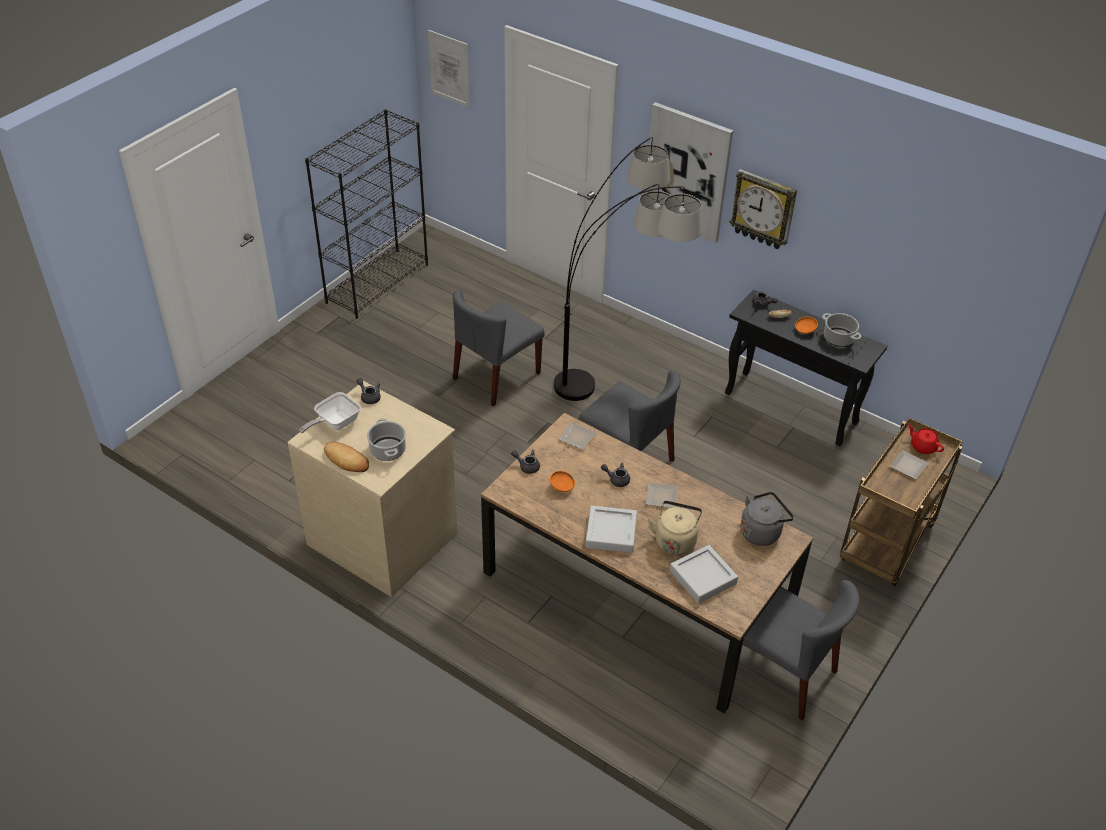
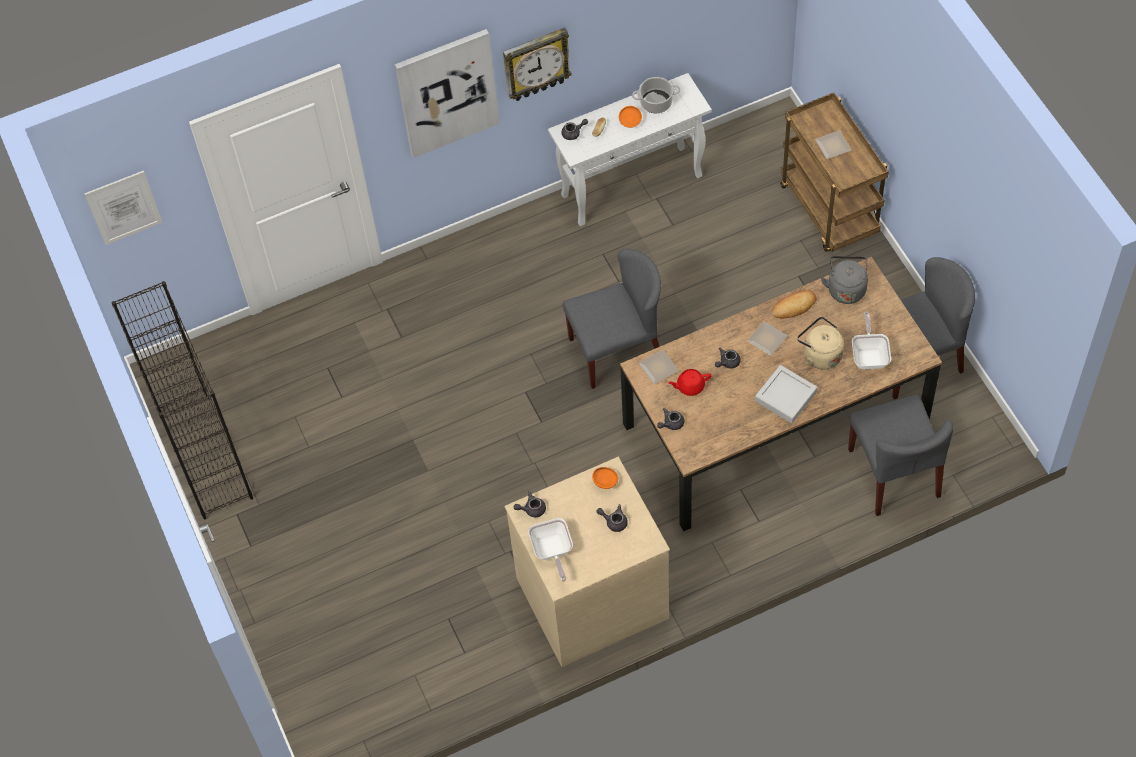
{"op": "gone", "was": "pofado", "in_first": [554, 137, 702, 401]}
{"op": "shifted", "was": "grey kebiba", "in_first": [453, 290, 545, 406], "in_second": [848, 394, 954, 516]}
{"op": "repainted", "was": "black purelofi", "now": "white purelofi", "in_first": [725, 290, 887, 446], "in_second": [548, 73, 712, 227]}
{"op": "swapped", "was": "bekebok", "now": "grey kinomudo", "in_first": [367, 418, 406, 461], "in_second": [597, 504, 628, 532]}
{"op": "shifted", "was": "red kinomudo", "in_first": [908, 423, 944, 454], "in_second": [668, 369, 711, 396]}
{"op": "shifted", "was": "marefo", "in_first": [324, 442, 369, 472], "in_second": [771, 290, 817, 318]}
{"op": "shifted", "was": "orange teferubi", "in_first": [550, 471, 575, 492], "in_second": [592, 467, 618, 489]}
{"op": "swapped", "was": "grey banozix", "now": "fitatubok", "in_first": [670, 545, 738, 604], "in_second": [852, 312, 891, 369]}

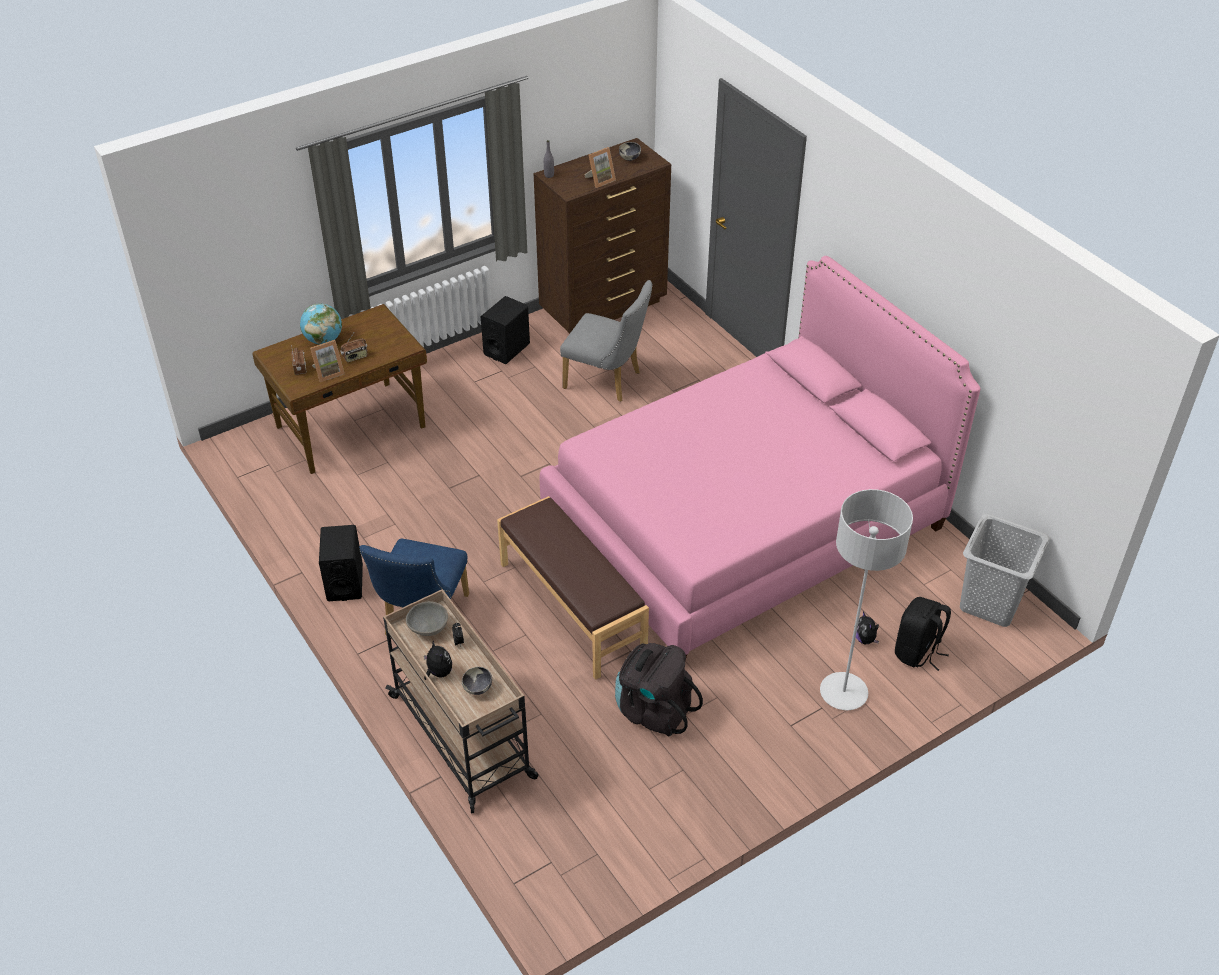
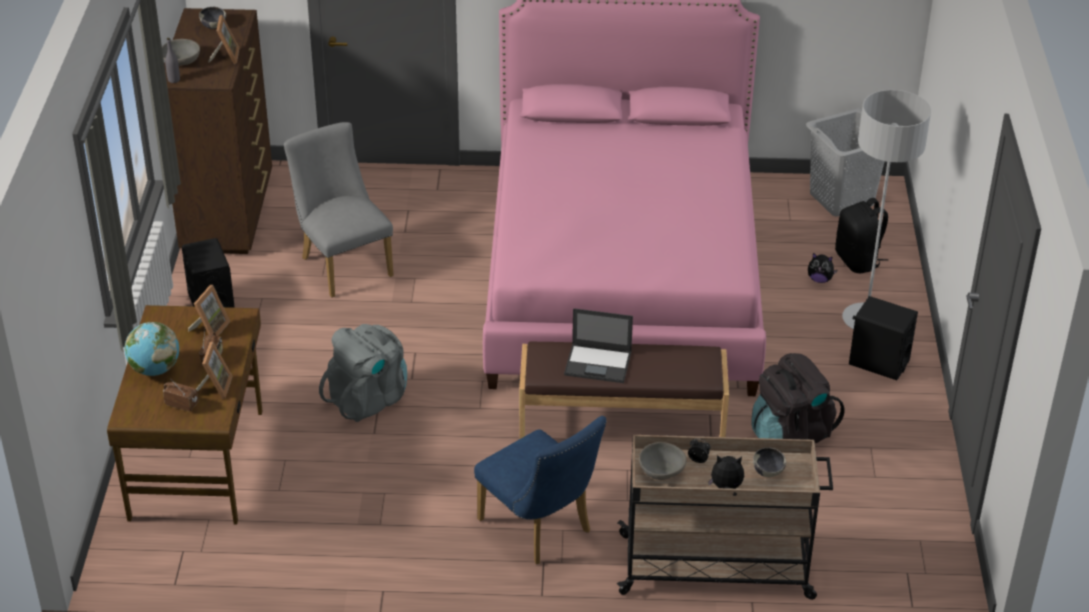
{"op": "rotated", "was": "grey kebiba", "in_first": [560, 280, 653, 402], "in_second": [284, 122, 394, 298], "clockwise": -90}
{"op": "shifted", "was": "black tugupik", "in_first": [319, 525, 363, 601], "in_second": [849, 296, 918, 380]}
{"op": "new", "now": "grey teferubi", "in_second": [162, 39, 200, 66]}
{"op": "new", "now": "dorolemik", "in_second": [188, 285, 230, 336]}
{"op": "new", "now": "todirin", "in_second": [564, 308, 633, 383]}
{"op": "new", "now": "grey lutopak", "in_second": [319, 324, 407, 422]}

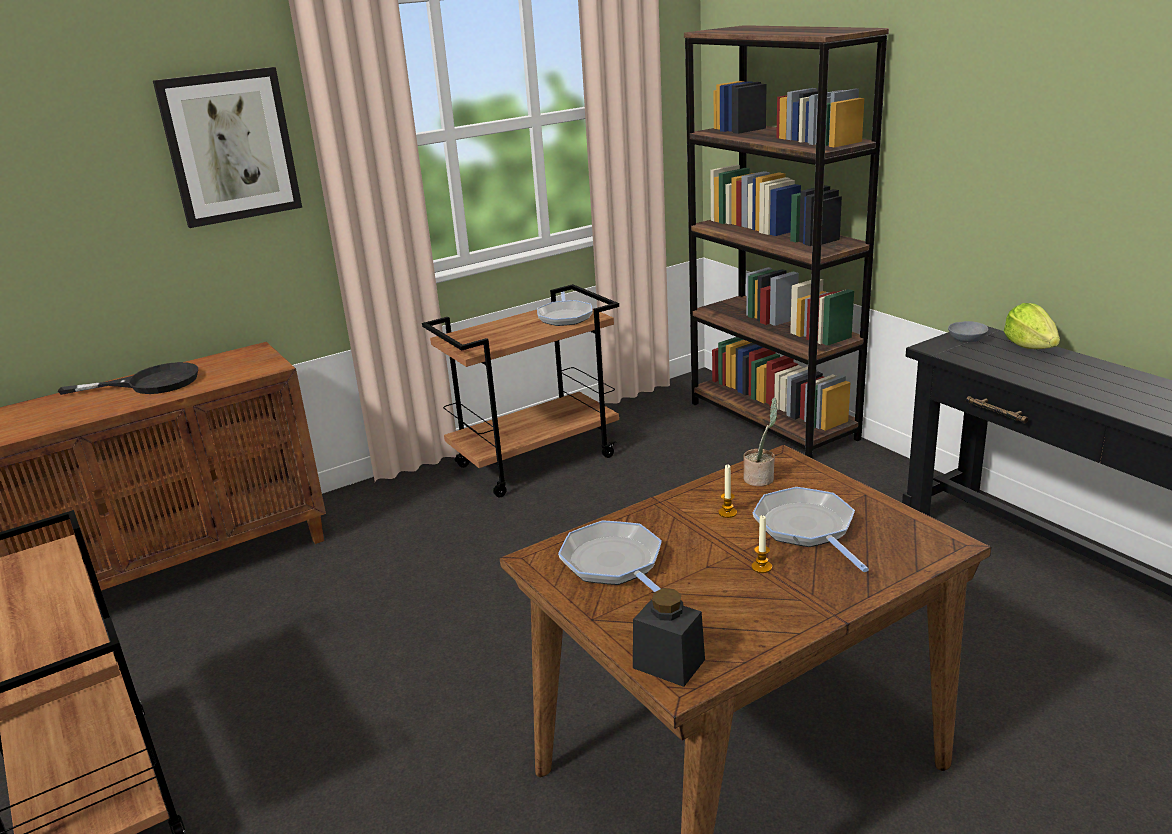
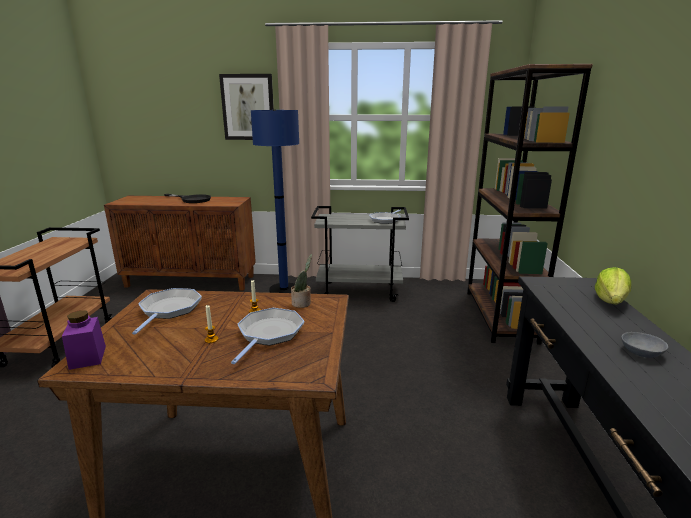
{"op": "repainted", "was": "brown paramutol", "now": "grey paramutol", "in_first": [422, 284, 619, 497], "in_second": [311, 206, 409, 302]}
{"op": "shifted", "was": "grey teferubi", "in_first": [948, 321, 988, 342], "in_second": [621, 332, 668, 358]}
{"op": "repainted", "was": "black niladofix", "now": "purple niladofix", "in_first": [633, 588, 705, 687], "in_second": [62, 310, 106, 370]}
{"op": "new", "now": "blue pofado", "in_second": [251, 109, 299, 293]}

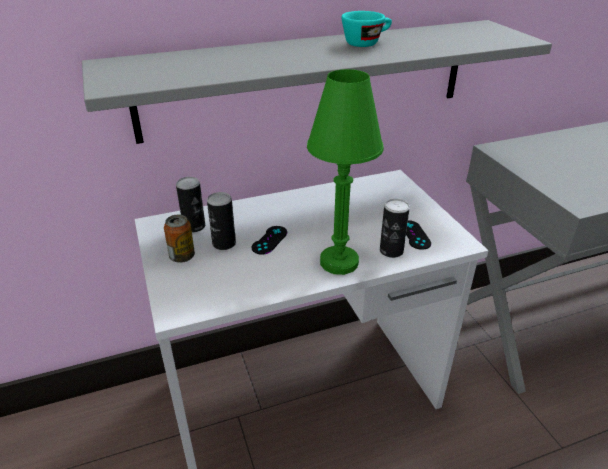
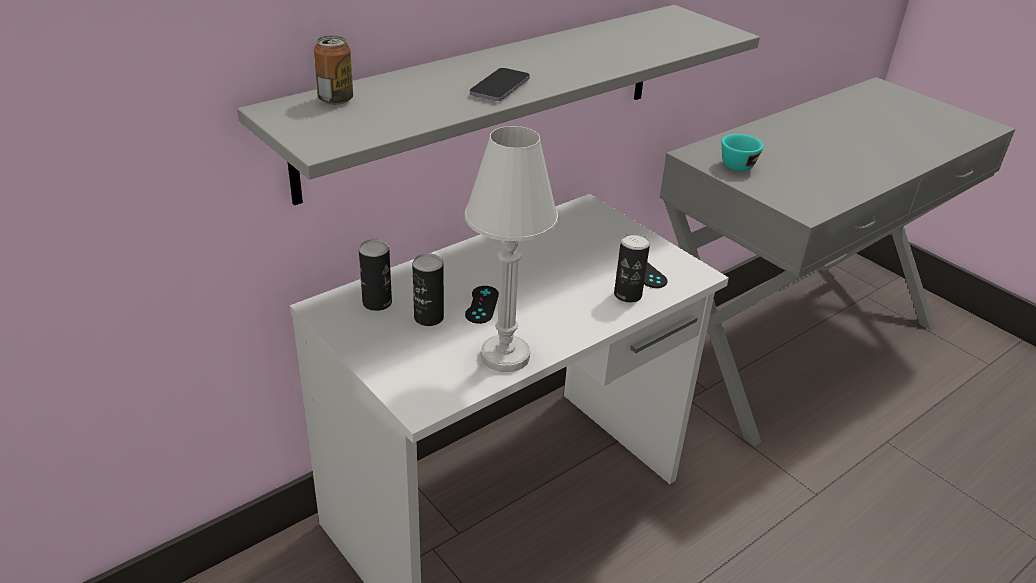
{"op": "shifted", "was": "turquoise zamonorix", "in_first": [341, 11, 392, 47], "in_second": [721, 134, 764, 171]}
{"op": "gone", "was": "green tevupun", "in_first": [307, 69, 384, 275]}
{"op": "shifted", "was": "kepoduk", "in_first": [164, 215, 195, 263], "in_second": [314, 36, 353, 105]}
{"op": "new", "now": "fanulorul", "in_second": [470, 68, 530, 101]}
{"op": "new", "now": "white tevupun", "in_second": [465, 126, 558, 372]}

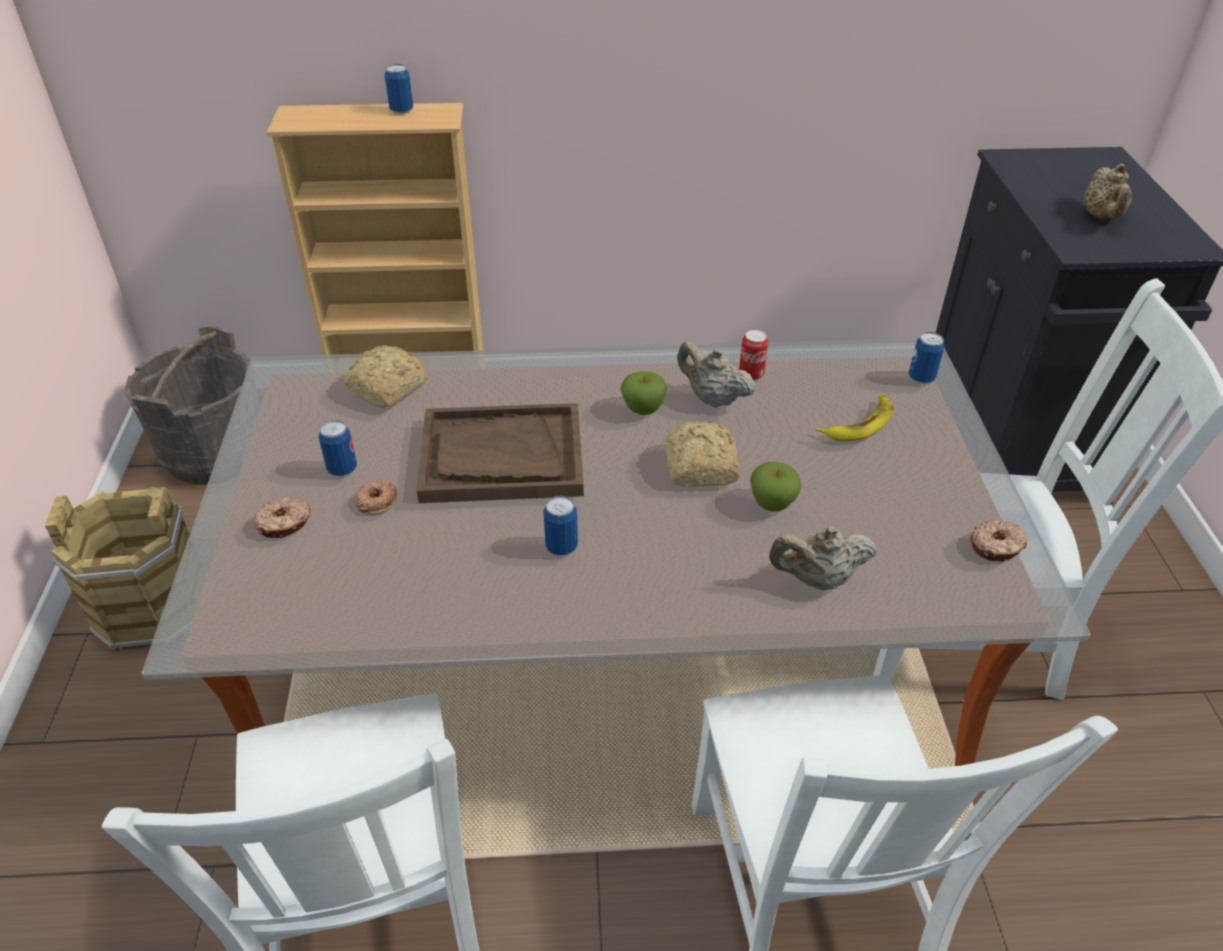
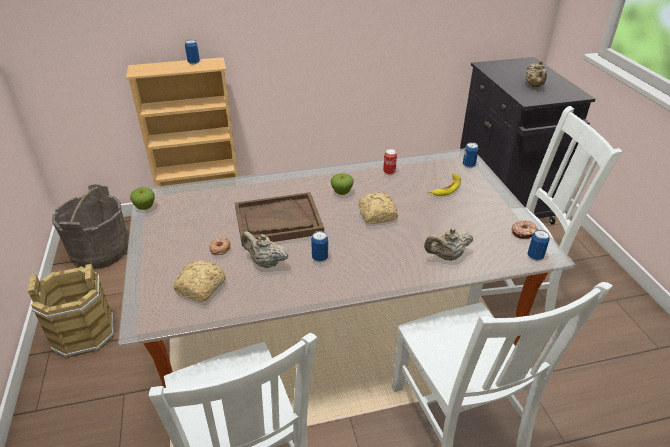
{"op": "shifted", "was": "beige kinomudo", "in_first": [677, 341, 756, 408], "in_second": [241, 231, 289, 268]}
{"op": "shifted", "was": "marefo", "in_first": [344, 345, 428, 408], "in_second": [173, 260, 226, 302]}
{"op": "shifted", "was": "kepoduk", "in_first": [319, 420, 357, 476], "in_second": [527, 230, 550, 260]}
{"op": "shifted", "was": "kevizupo", "in_first": [750, 462, 801, 511], "in_second": [130, 187, 155, 210]}
{"op": "gone", "was": "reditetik", "in_first": [254, 497, 310, 538]}

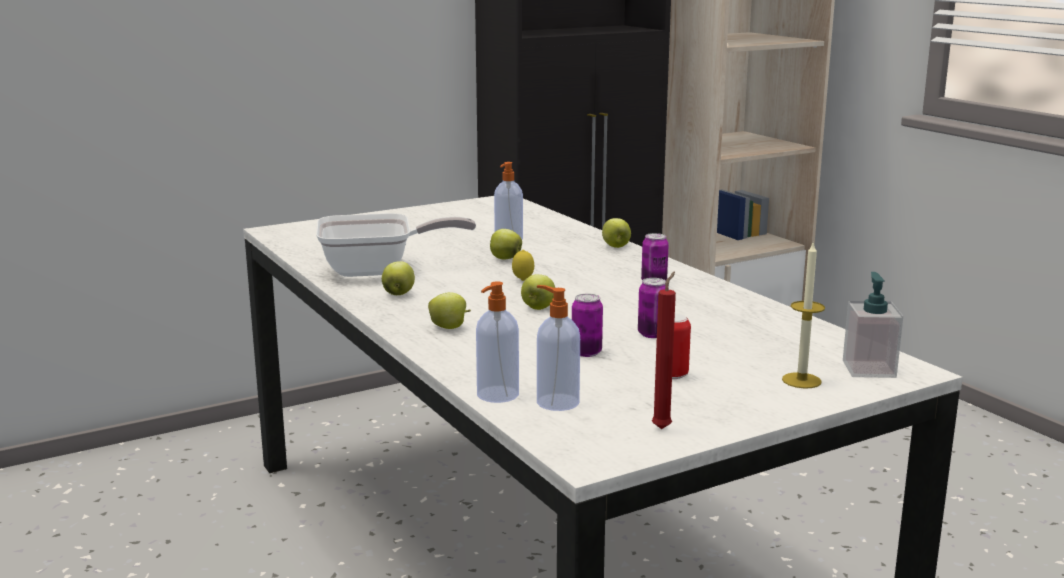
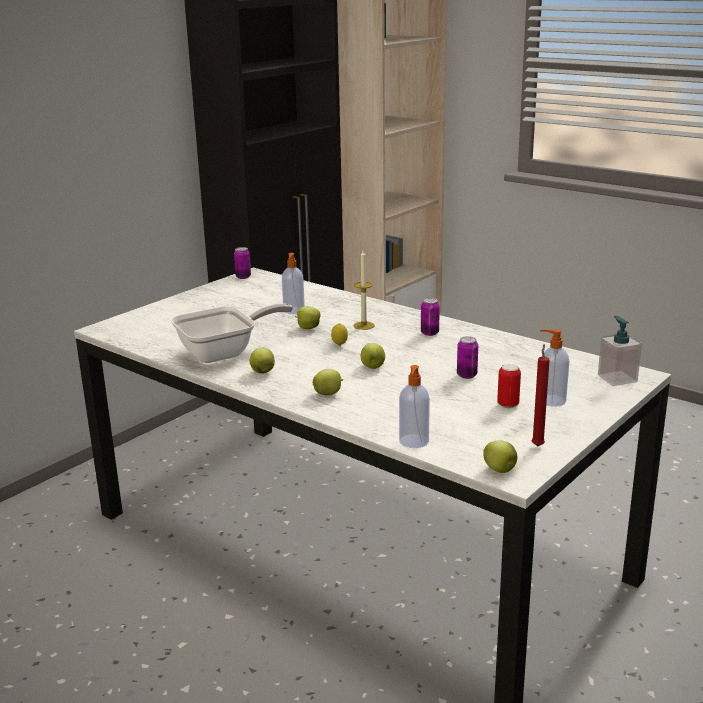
{"op": "shifted", "was": "kevizupo", "in_first": [602, 218, 631, 248], "in_second": [483, 440, 518, 473]}
{"op": "shifted", "was": "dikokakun", "in_first": [782, 241, 825, 388], "in_second": [354, 250, 375, 330]}
{"op": "shifted", "was": "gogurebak", "in_first": [537, 285, 580, 411], "in_second": [540, 329, 569, 407]}
{"op": "shifted", "was": "kepoduk", "in_first": [572, 294, 603, 357], "in_second": [234, 247, 251, 279]}

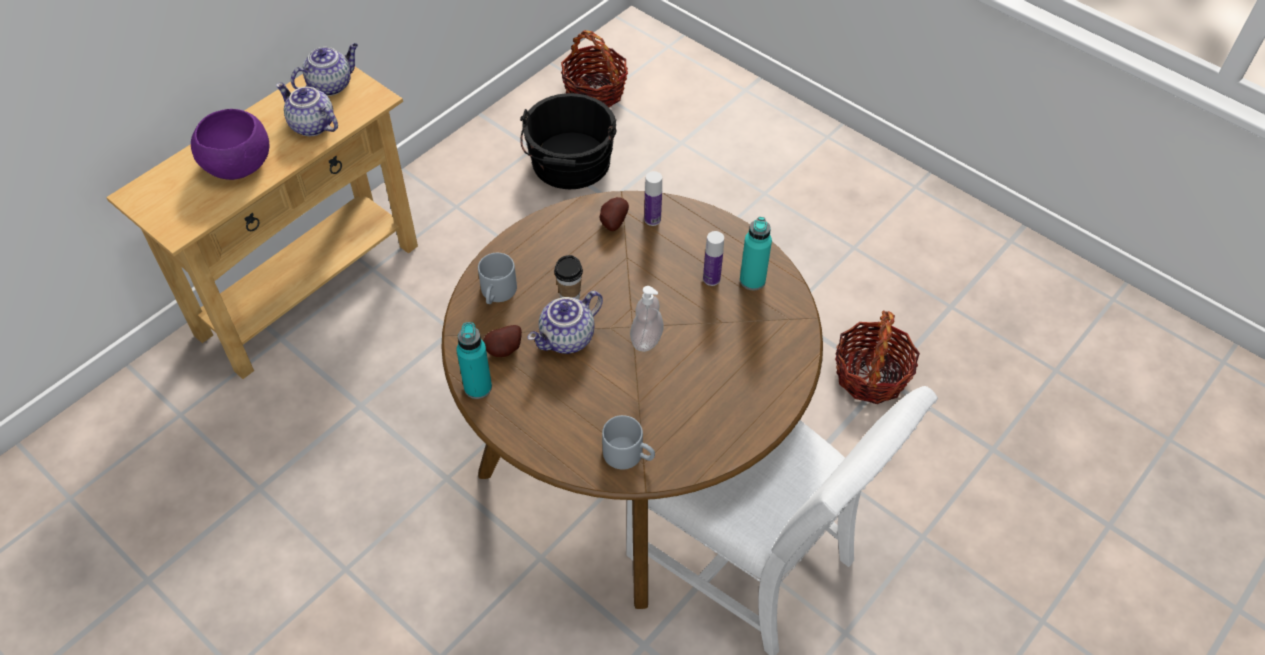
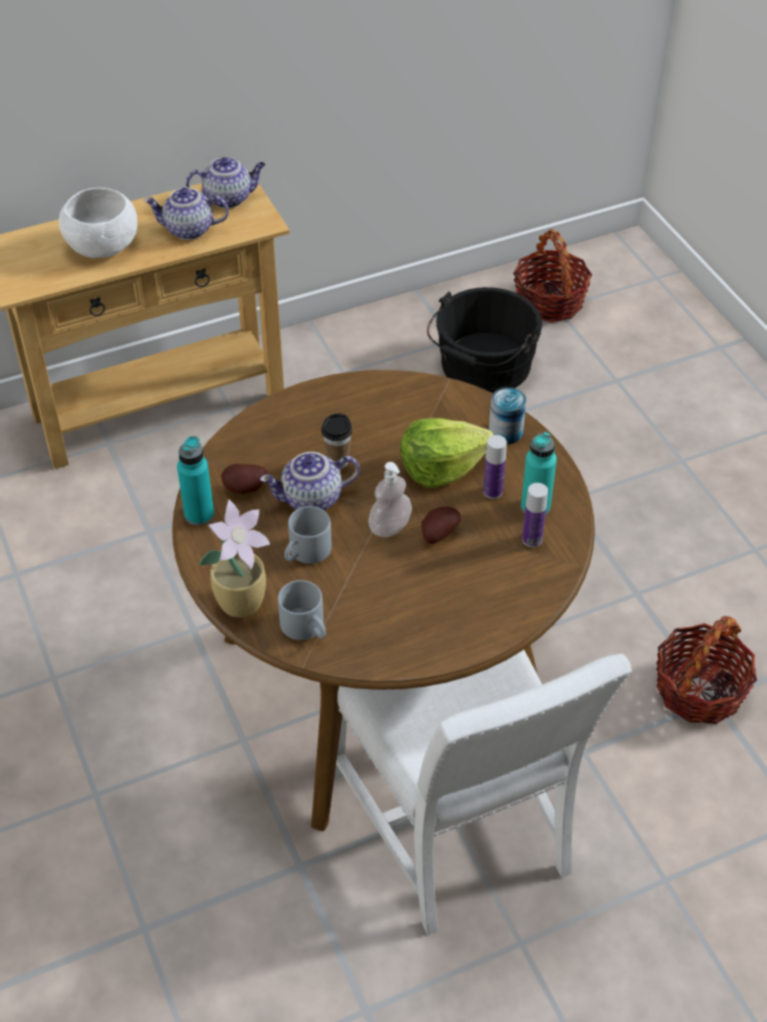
{"op": "rotated", "was": "kinomudo", "in_first": [276, 83, 338, 136], "in_second": [144, 188, 229, 240], "clockwise": -60}
{"op": "repainted", "was": "purple teferubi", "now": "white teferubi", "in_first": [191, 109, 269, 180], "in_second": [59, 188, 137, 258]}
{"op": "shifted", "was": "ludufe", "in_first": [644, 171, 662, 226], "in_second": [522, 483, 548, 547]}
{"op": "shifted", "was": "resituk", "in_first": [599, 197, 629, 231], "in_second": [421, 506, 461, 544]}
{"op": "shifted", "was": "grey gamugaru", "in_first": [478, 253, 517, 304], "in_second": [284, 506, 332, 564]}
{"op": "new", "now": "kepoduk", "in_second": [489, 387, 526, 444]}
{"op": "new", "now": "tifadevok", "in_second": [400, 418, 493, 488]}
{"op": "new", "now": "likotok", "in_second": [198, 499, 270, 618]}

